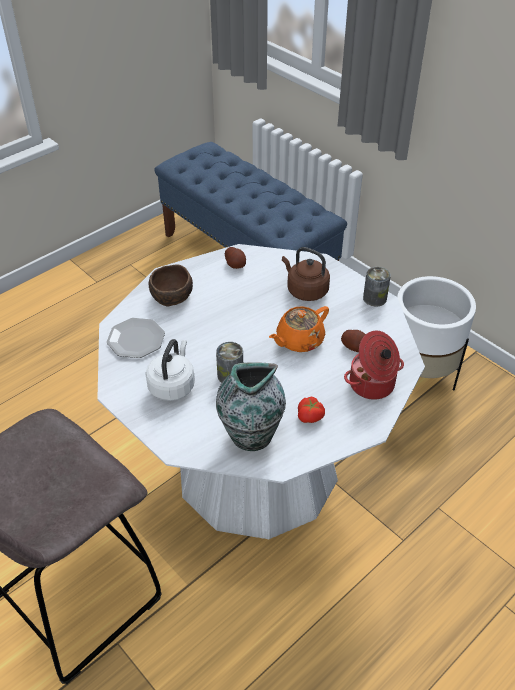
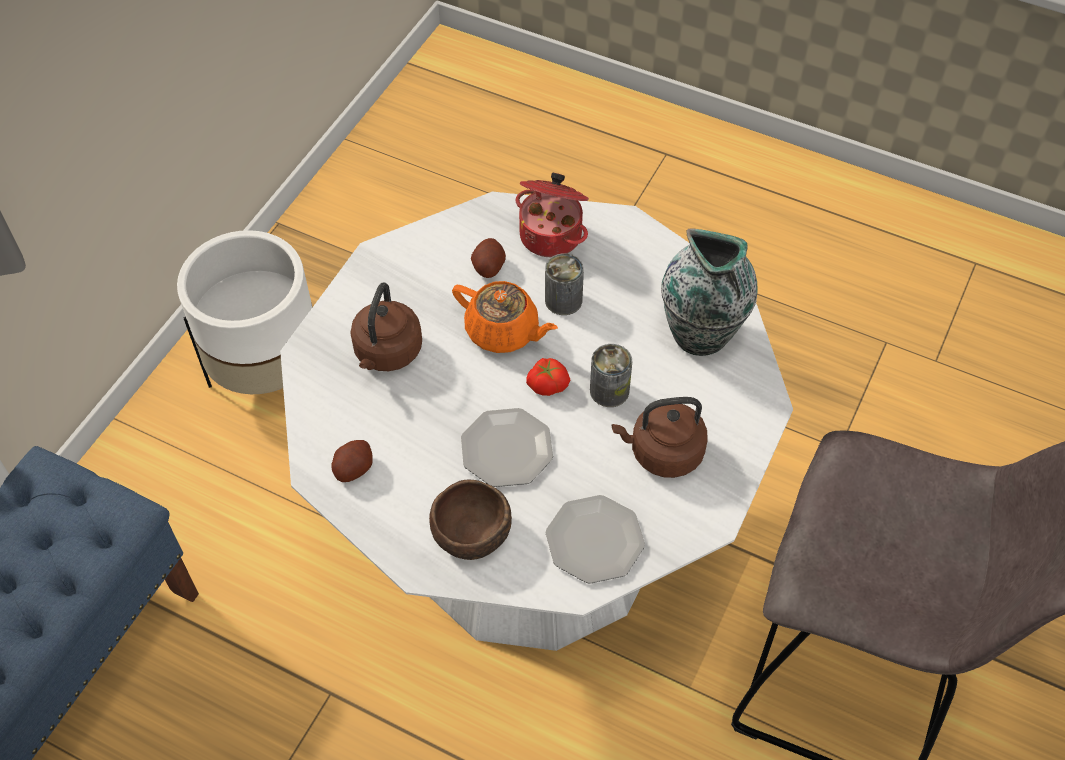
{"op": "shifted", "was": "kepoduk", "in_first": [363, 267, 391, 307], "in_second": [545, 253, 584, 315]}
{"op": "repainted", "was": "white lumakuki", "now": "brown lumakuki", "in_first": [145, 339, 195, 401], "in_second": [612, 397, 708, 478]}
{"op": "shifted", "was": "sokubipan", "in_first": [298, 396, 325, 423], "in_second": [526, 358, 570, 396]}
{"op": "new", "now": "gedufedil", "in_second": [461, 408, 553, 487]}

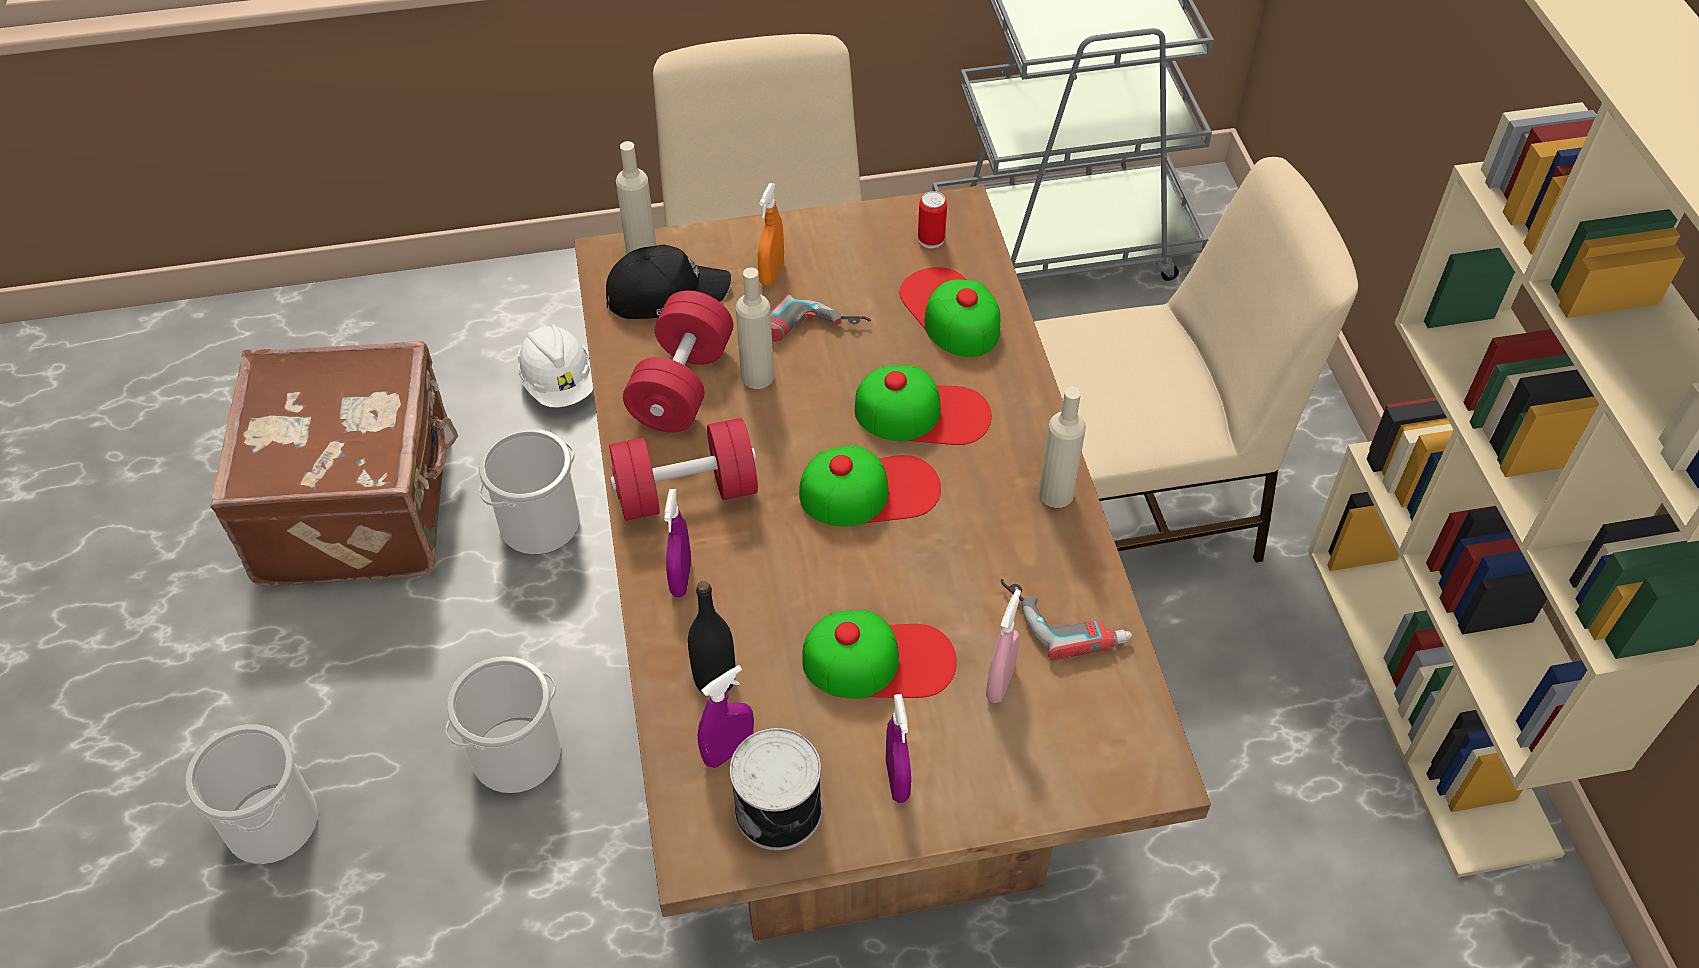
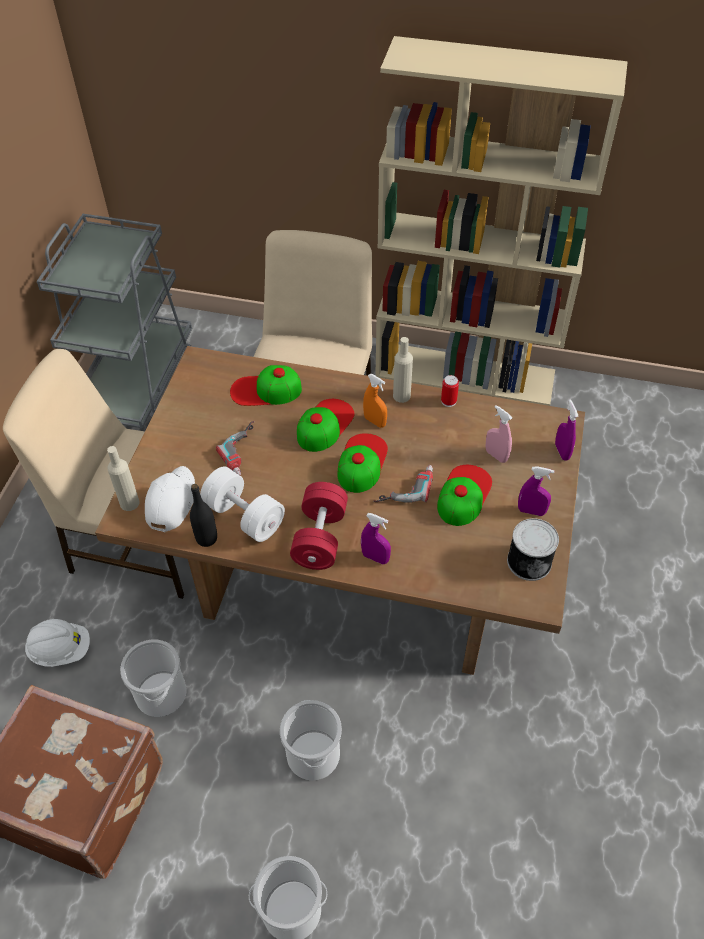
{"op": "shifted", "was": "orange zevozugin", "in_first": [758, 183, 784, 286], "in_second": [363, 374, 387, 428]}
{"op": "shifted", "was": "kepoduk", "in_first": [918, 191, 947, 249], "in_second": [441, 375, 459, 407]}
{"op": "repainted", "was": "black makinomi", "now": "white makinomi", "in_first": [606, 244, 731, 319], "in_second": [145, 466, 195, 532]}
{"op": "gone", "was": "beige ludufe", "in_first": [736, 268, 774, 389]}
{"op": "repainted", "was": "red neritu", "now": "white neritu", "in_first": [623, 291, 733, 433], "in_second": [200, 466, 285, 542]}
{"op": "shifted", "was": "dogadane", "in_first": [1001, 579, 1132, 661], "in_second": [373, 465, 433, 503]}
{"op": "shifted", "was": "black ludufe", "in_first": [688, 581, 735, 696], "in_second": [190, 484, 217, 547]}
{"op": "shifted", "was": "purple zevozugin", "in_first": [698, 665, 754, 768], "in_second": [555, 399, 579, 461]}

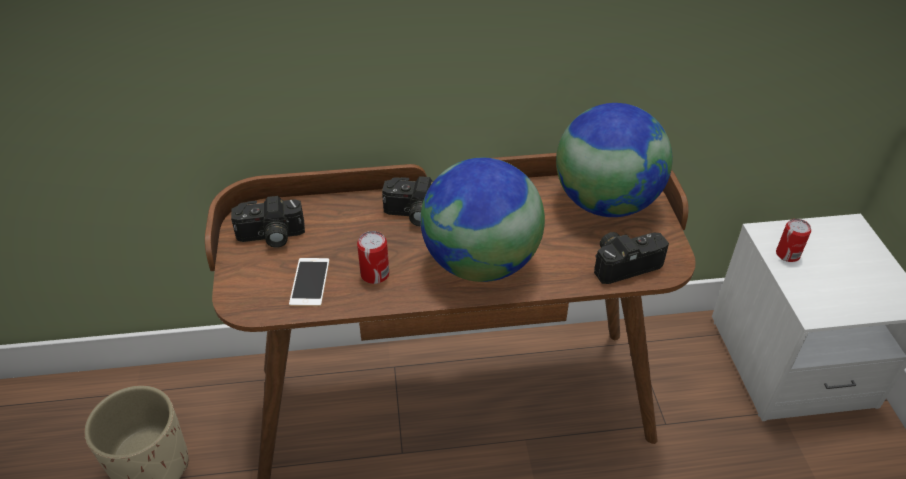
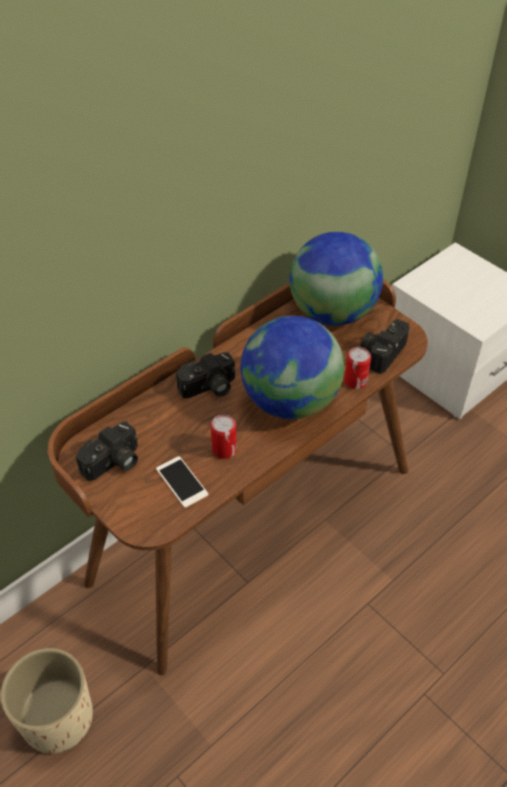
{"op": "shifted", "was": "kepoduk", "in_first": [776, 219, 811, 262], "in_second": [344, 347, 371, 389]}

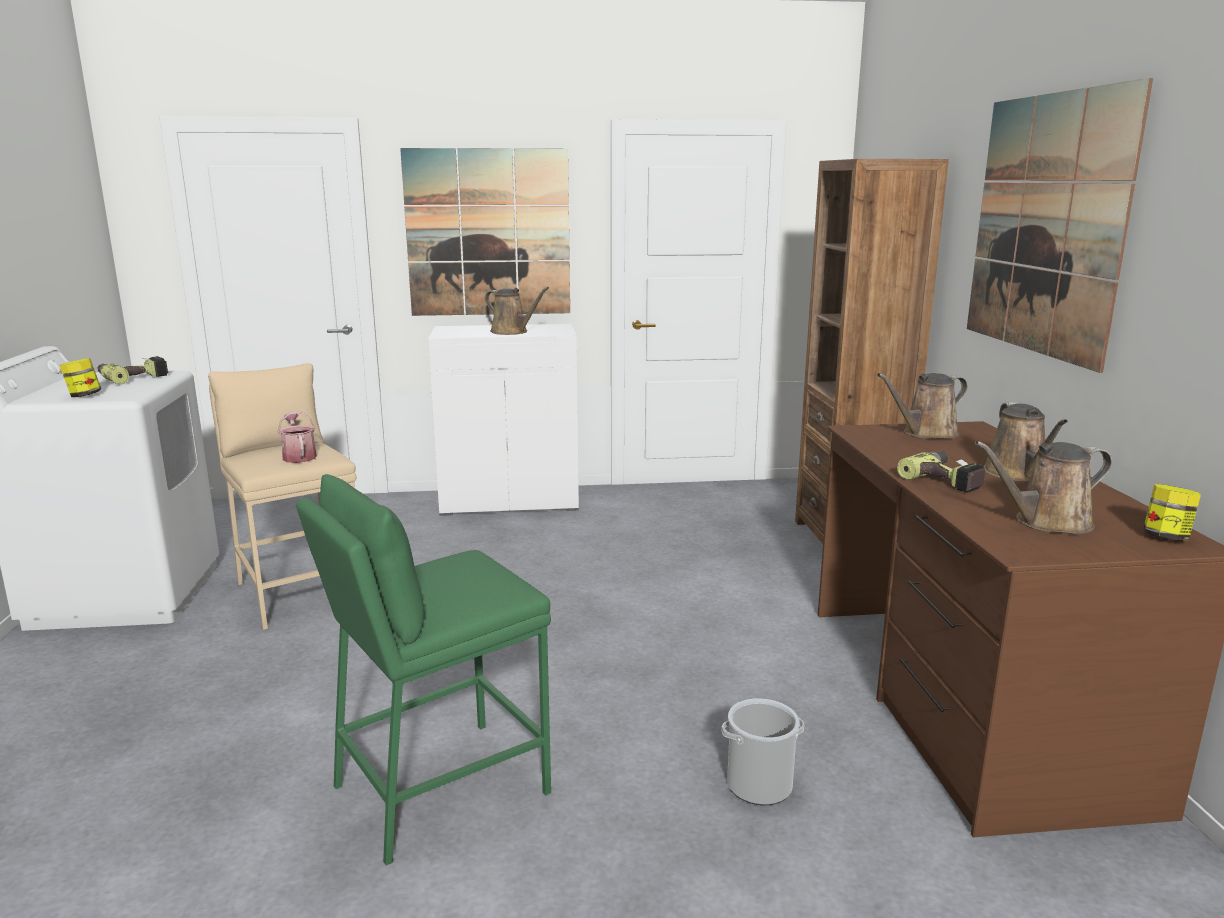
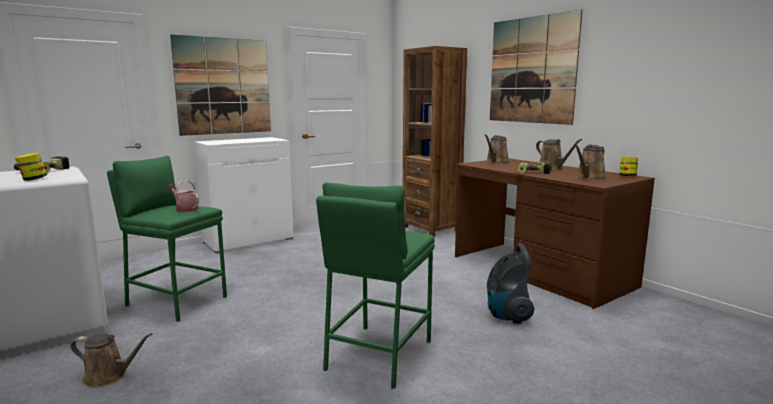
{"op": "shifted", "was": "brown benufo", "in_first": [485, 287, 549, 335], "in_second": [70, 333, 152, 388]}
{"op": "repainted", "was": "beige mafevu", "now": "green mafevu", "in_first": [208, 363, 356, 630], "in_second": [107, 156, 227, 322]}
{"op": "swapped", "was": "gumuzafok", "now": "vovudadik", "in_first": [722, 699, 804, 805], "in_second": [487, 243, 534, 324]}

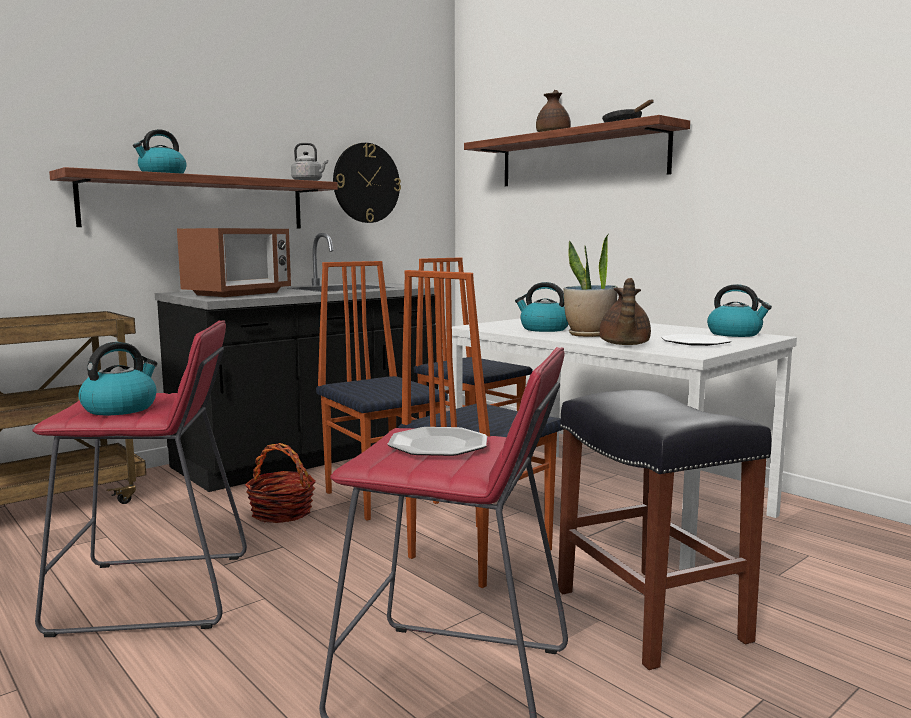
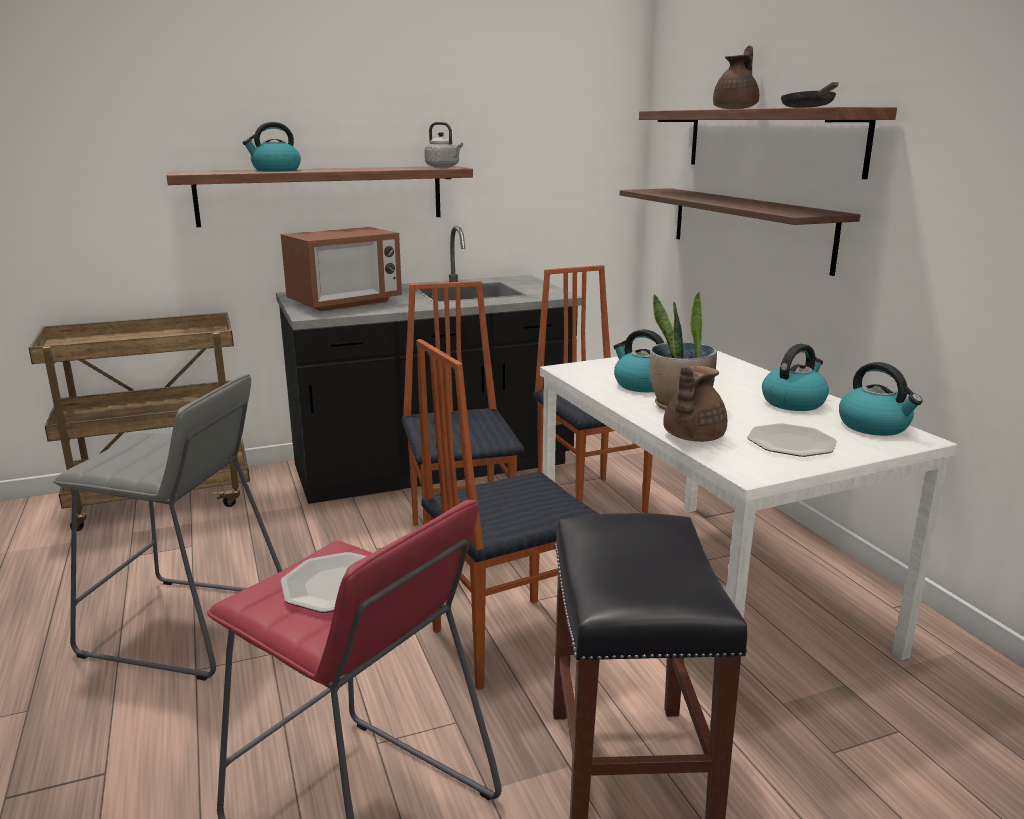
{"op": "gone", "was": "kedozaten", "in_first": [333, 143, 401, 223]}
{"op": "repainted", "was": "red mafevu", "now": "grey mafevu", "in_first": [32, 320, 247, 637], "in_second": [53, 374, 282, 680]}
{"op": "shifted", "was": "lumakuki", "in_first": [78, 342, 157, 415], "in_second": [762, 344, 829, 411]}
{"op": "gone", "was": "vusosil", "in_first": [245, 443, 316, 523]}
{"op": "new", "now": "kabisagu", "in_second": [620, 188, 861, 276]}

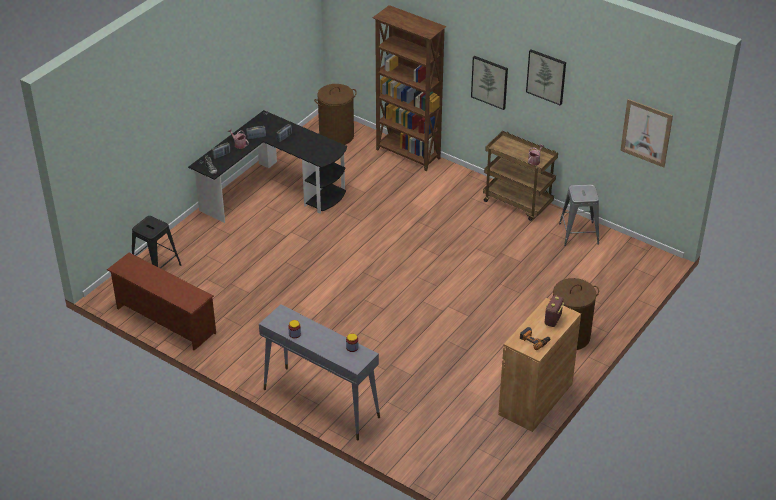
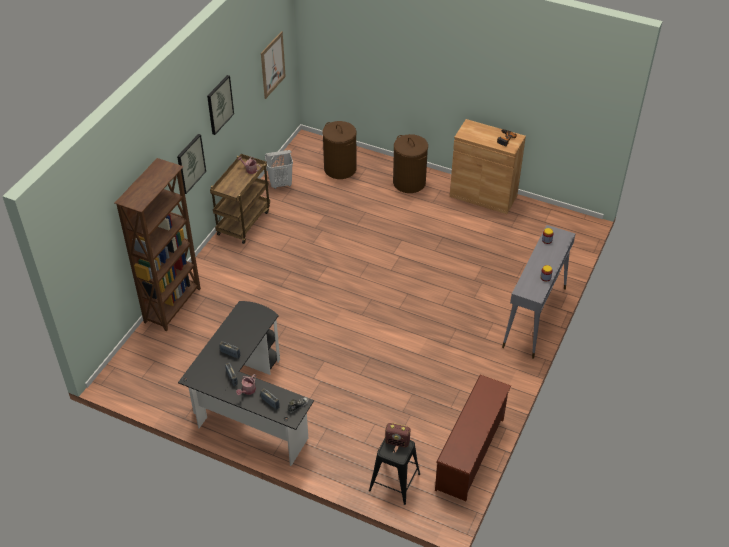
{"op": "shifted", "was": "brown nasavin", "in_first": [314, 84, 357, 145], "in_second": [322, 121, 357, 179]}
{"op": "swapped", "was": "grey mafevu", "now": "white nasavin", "in_first": [559, 184, 599, 246], "in_second": [265, 150, 293, 189]}
{"op": "shifted", "was": "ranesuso", "in_first": [544, 295, 564, 327], "in_second": [385, 423, 410, 448]}

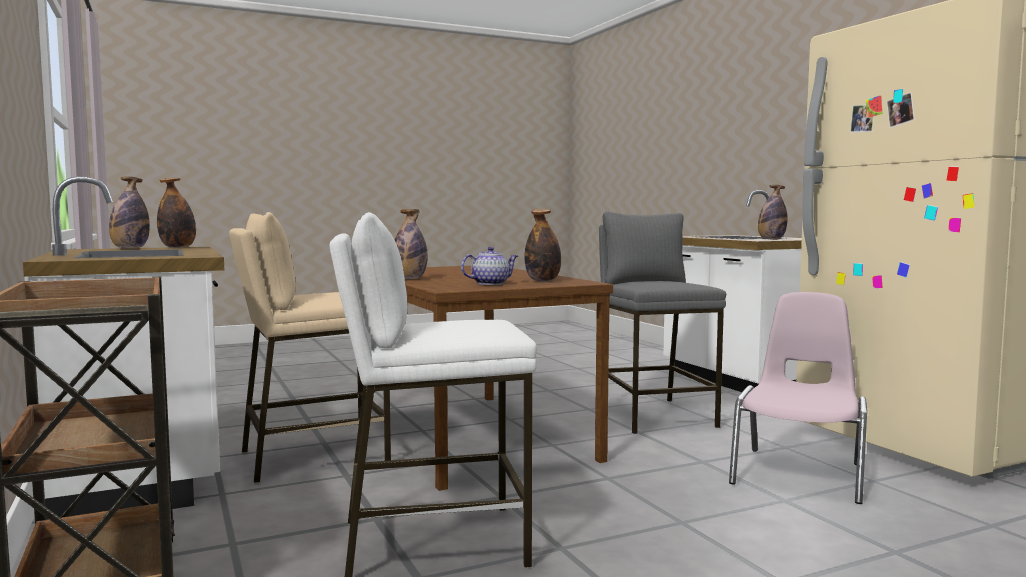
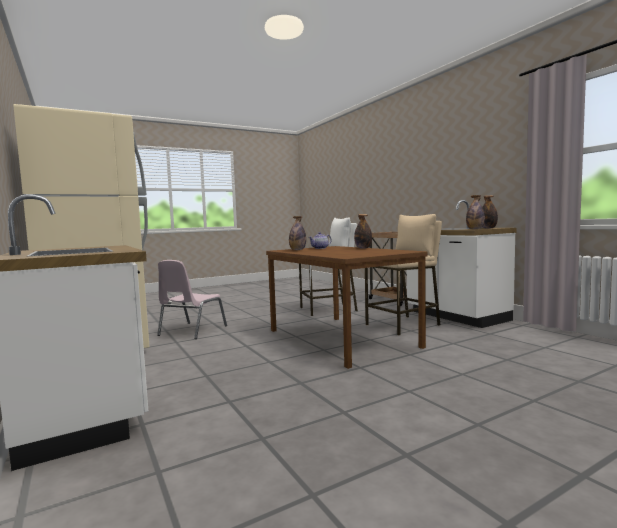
{"op": "gone", "was": "ludufe", "in_first": [758, 185, 788, 240]}
{"op": "gone", "was": "grey mafevu", "in_first": [599, 212, 726, 434]}

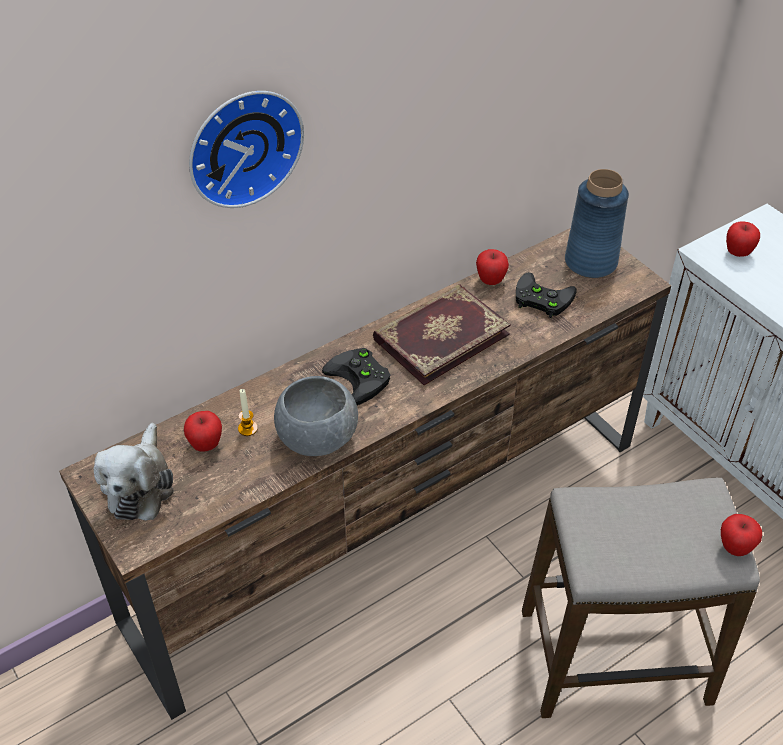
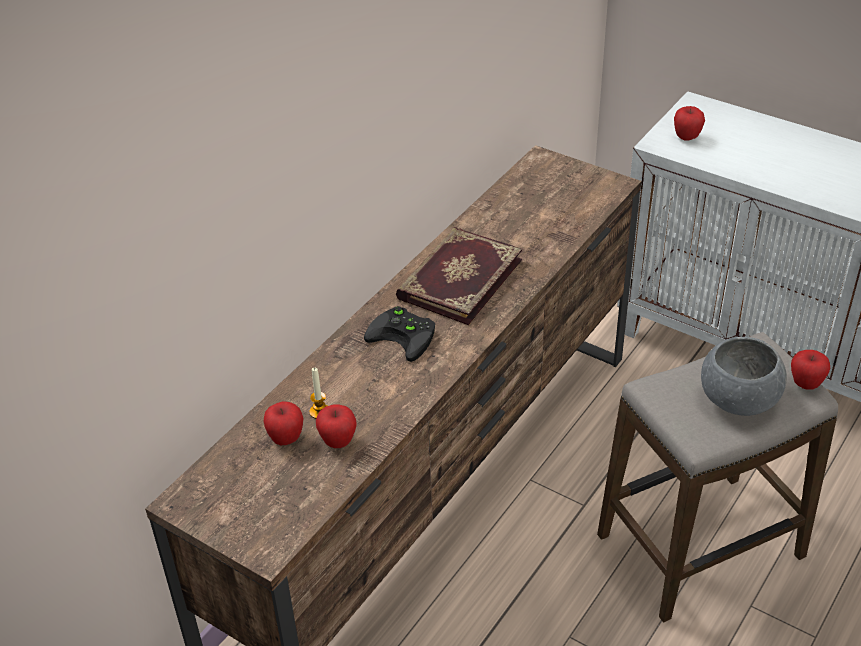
{"op": "gone", "was": "kedozaten", "in_first": [189, 91, 304, 208]}
{"op": "gone", "was": "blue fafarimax", "in_first": [565, 169, 629, 278]}
{"op": "shifted", "was": "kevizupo", "in_first": [476, 249, 509, 285], "in_second": [316, 404, 357, 448]}
{"op": "gone", "was": "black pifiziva", "in_first": [516, 272, 576, 318]}
{"op": "shifted", "was": "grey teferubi", "in_first": [274, 376, 358, 456], "in_second": [701, 337, 787, 416]}
{"op": "gone", "was": "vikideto", "in_first": [94, 423, 174, 520]}

